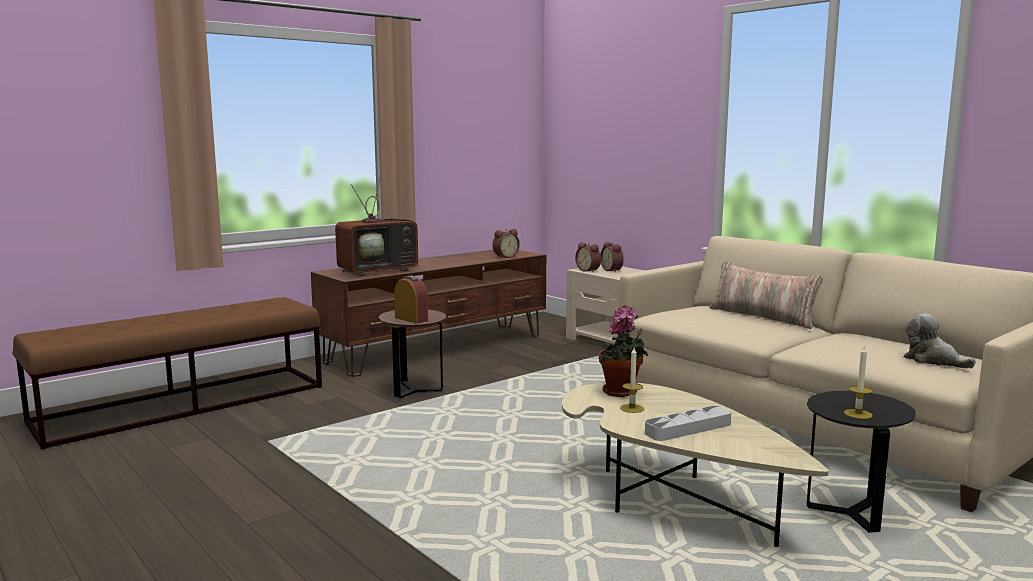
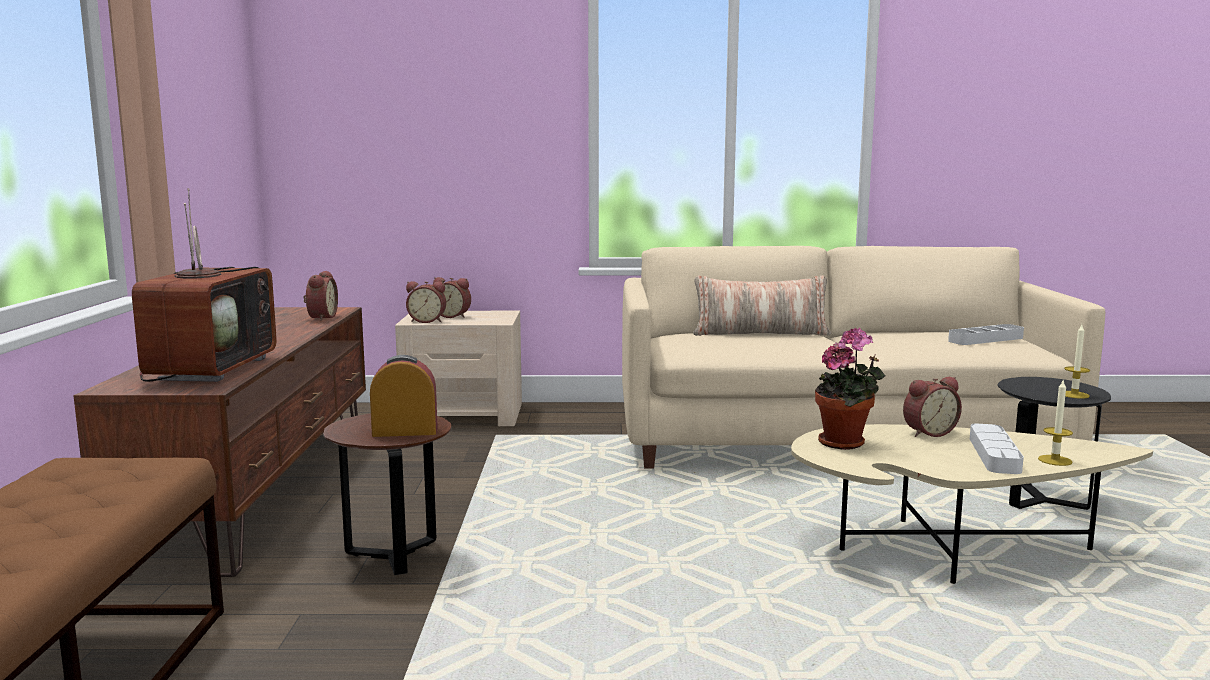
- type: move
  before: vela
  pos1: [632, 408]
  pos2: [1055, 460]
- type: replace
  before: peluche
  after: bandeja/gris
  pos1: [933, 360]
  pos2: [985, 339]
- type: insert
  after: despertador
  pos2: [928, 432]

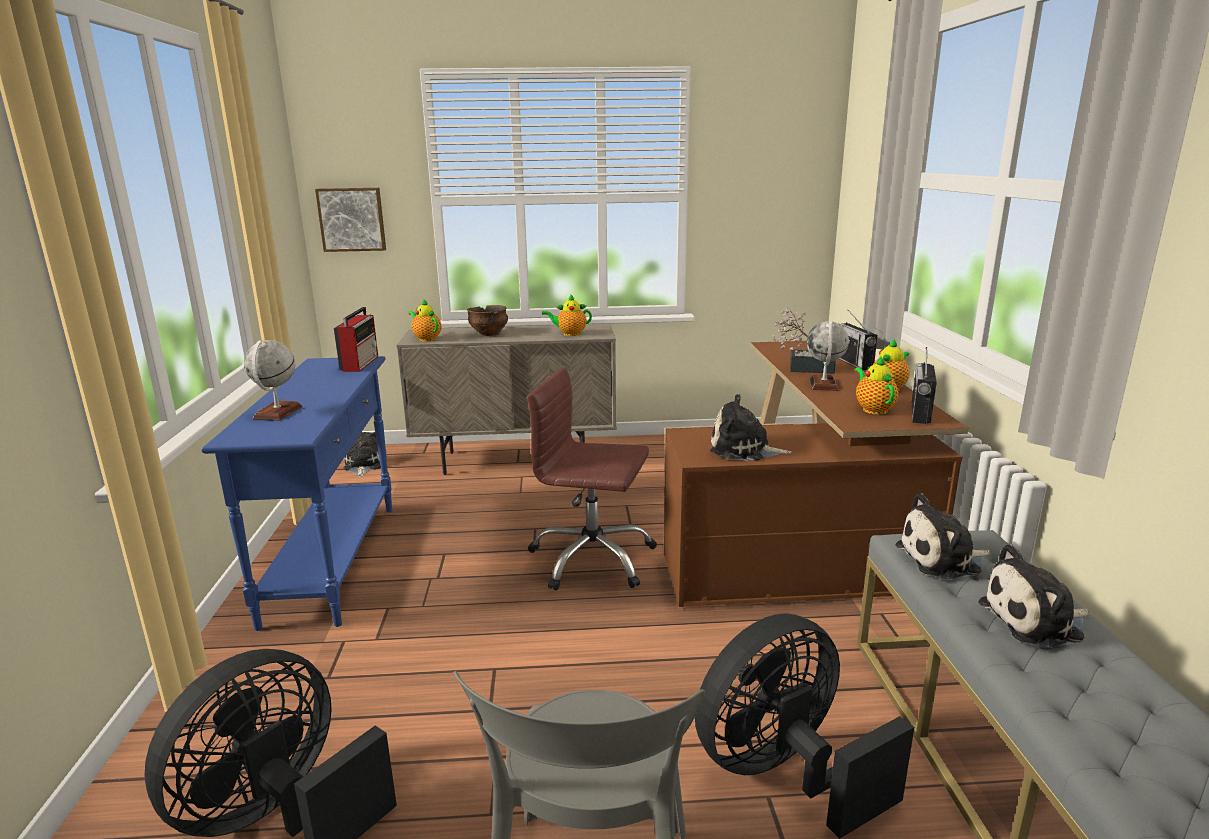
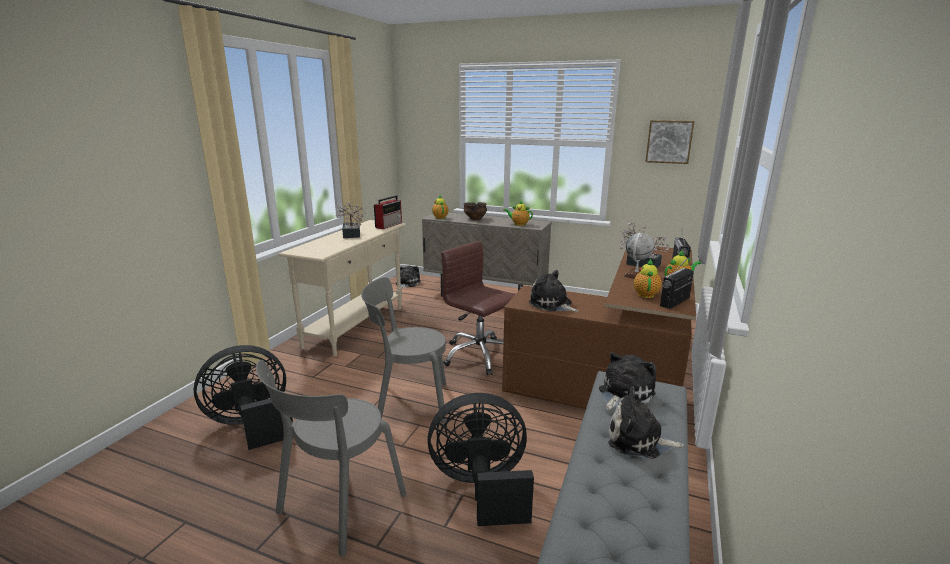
- type: recolor
  before: mesa consola/azul
  after: mesa consola/beis
  pos1: [334, 561]
  pos2: [356, 326]
- type: delete
  before: globo terráqueo
  pos1: [278, 413]
- type: move
  before: cuadro
  pos1: [352, 219]
  pos2: [669, 141]
- type: rotate
  before: peluche
  pos1: [942, 560]
  pos2: [623, 393]
  turn: 120
- type: insert
  after: planta en maceta
  pos2: [351, 235]
- type: insert
  after: silla/gris
  pos2: [408, 403]

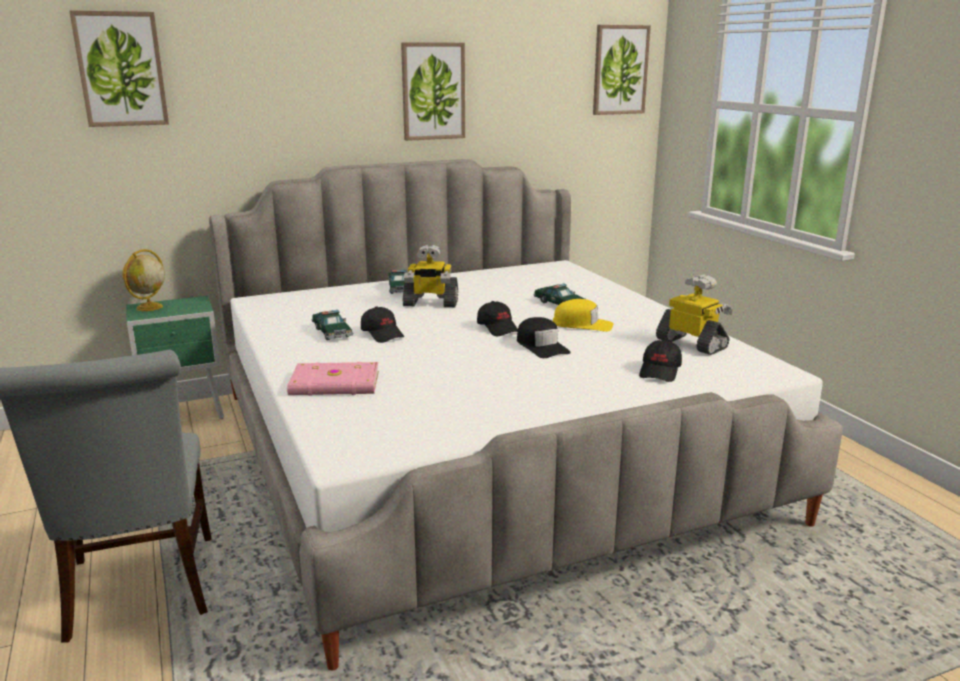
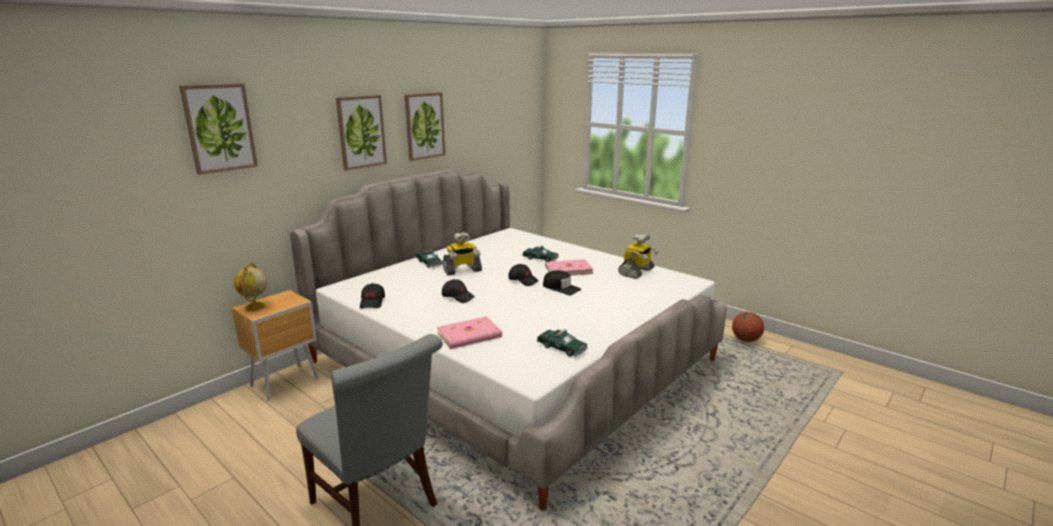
- type: recolor
  before: mesita de noche/verde
  after: mesita de noche/marrón
  pos1: [186, 415]
  pos2: [287, 382]
- type: move
  before: coche de juguete
  pos1: [332, 332]
  pos2: [561, 348]
- type: replace
  before: gorra/amarillo
  after: libro/rosa
  pos1: [583, 324]
  pos2: [568, 270]
- type: move
  before: cuadro
  pos1: [620, 70]
  pos2: [361, 132]
- type: move
  before: gorra/negro
  pos1: [660, 371]
  pos2: [372, 302]
- type: rotate
  before: robot de juguete
  pos1: [692, 344]
  pos2: [636, 272]
  turn: 105
- type: insert
  after: balón de baloncesto
  pos2: [745, 340]

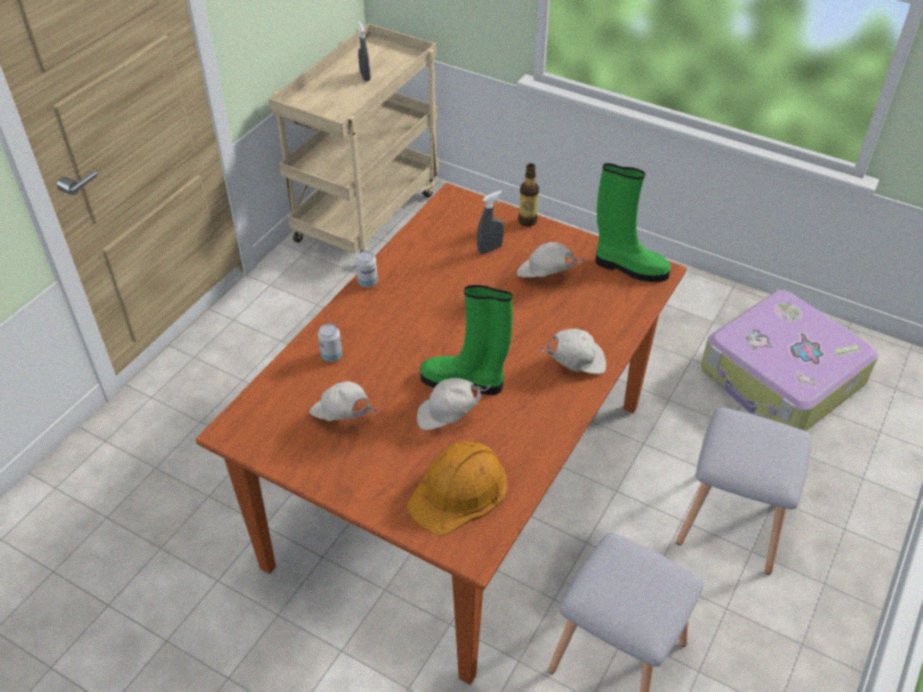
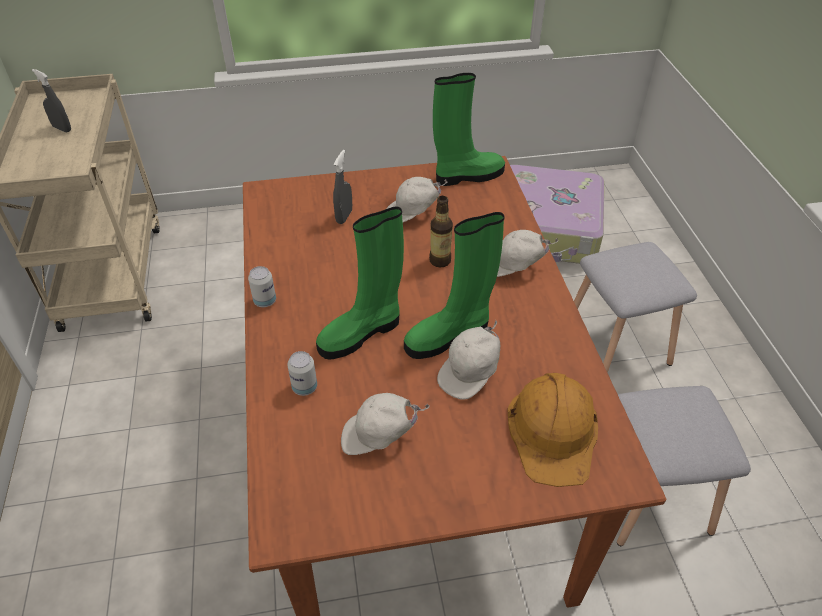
- type: move
  before: botella
  pos1: [527, 221]
  pos2: [440, 260]
- type: rotate
  before: gorra/blanco
  pos1: [575, 363]
  pos2: [514, 268]
  turn: -135
- type: insert
  after: bota/verde
  pos2: [362, 333]

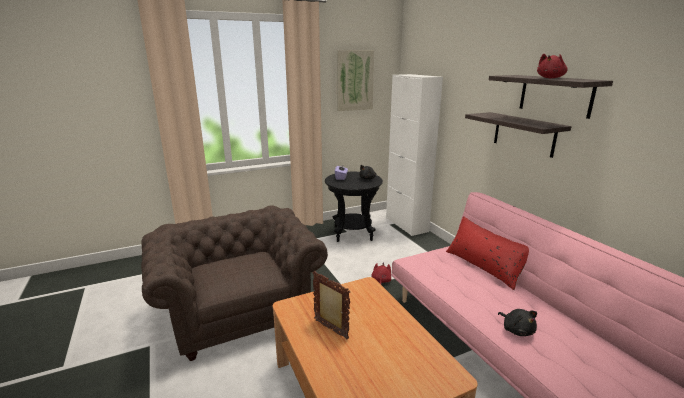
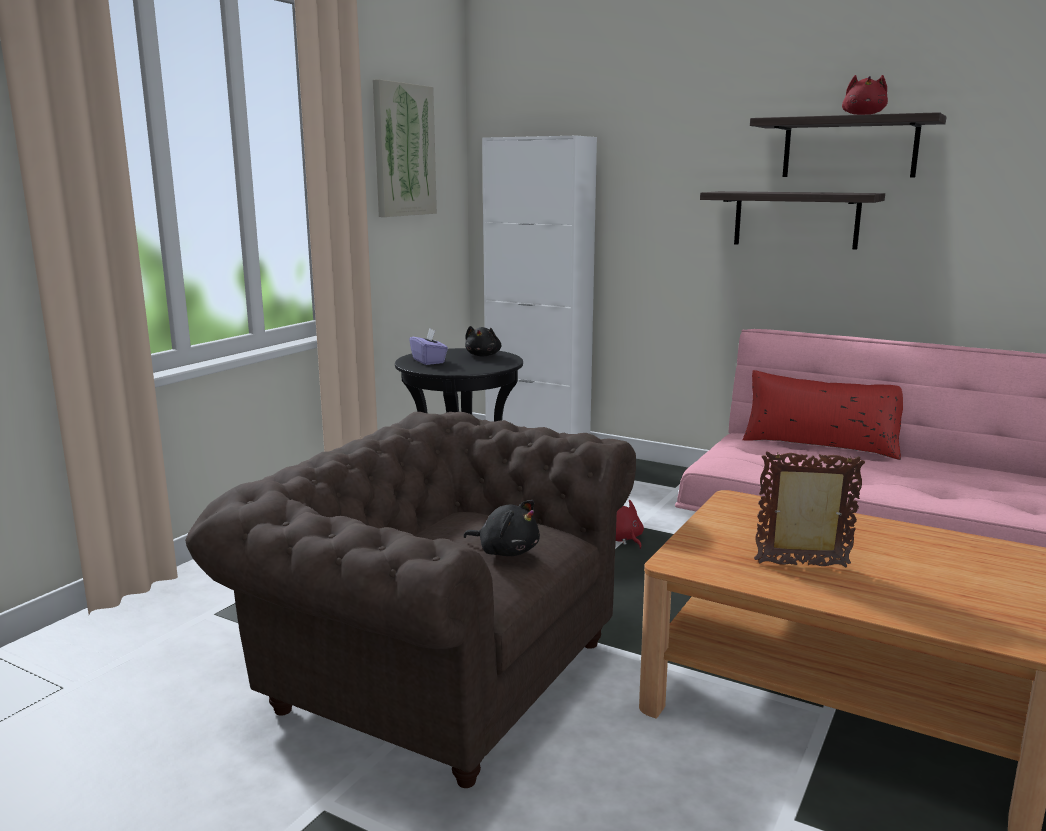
- type: move
  before: peluche/negro
  pos1: [517, 330]
  pos2: [506, 551]

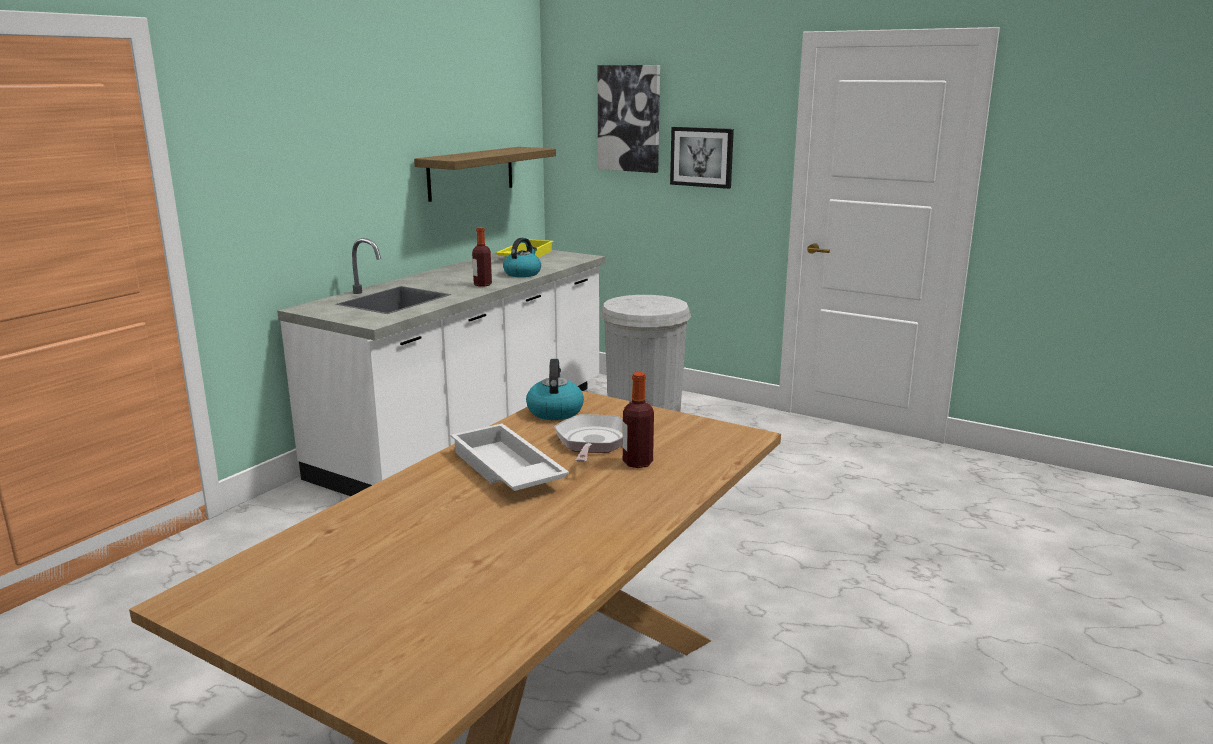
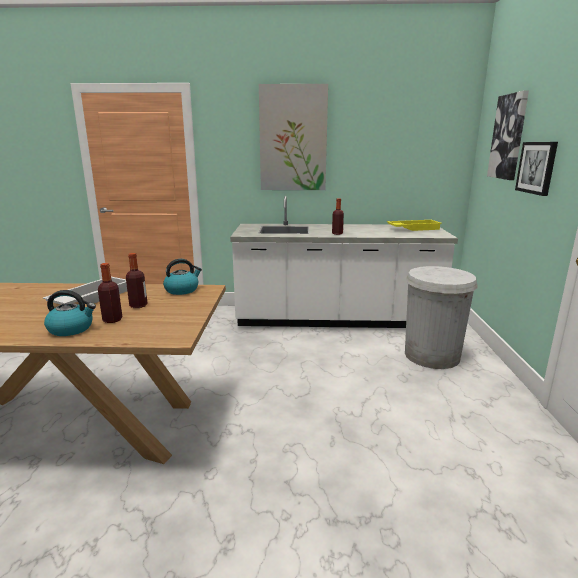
- type: delete
  before: estante
  pos1: [471, 173]
- type: move
  before: hervidor
  pos1: [522, 273]
  pos2: [71, 329]
- type: replace
  before: sartén
  after: botella
  pos1: [593, 443]
  pos2: [138, 305]
- type: insert
  after: cuadro
  pos2: [293, 139]

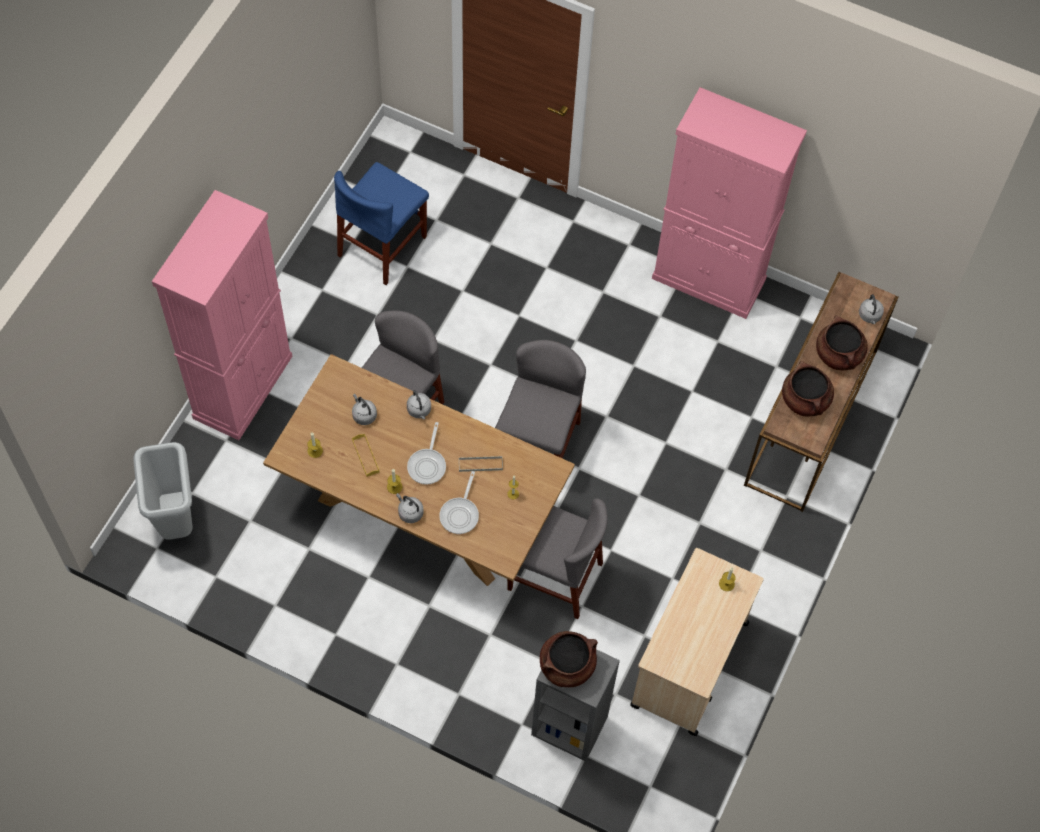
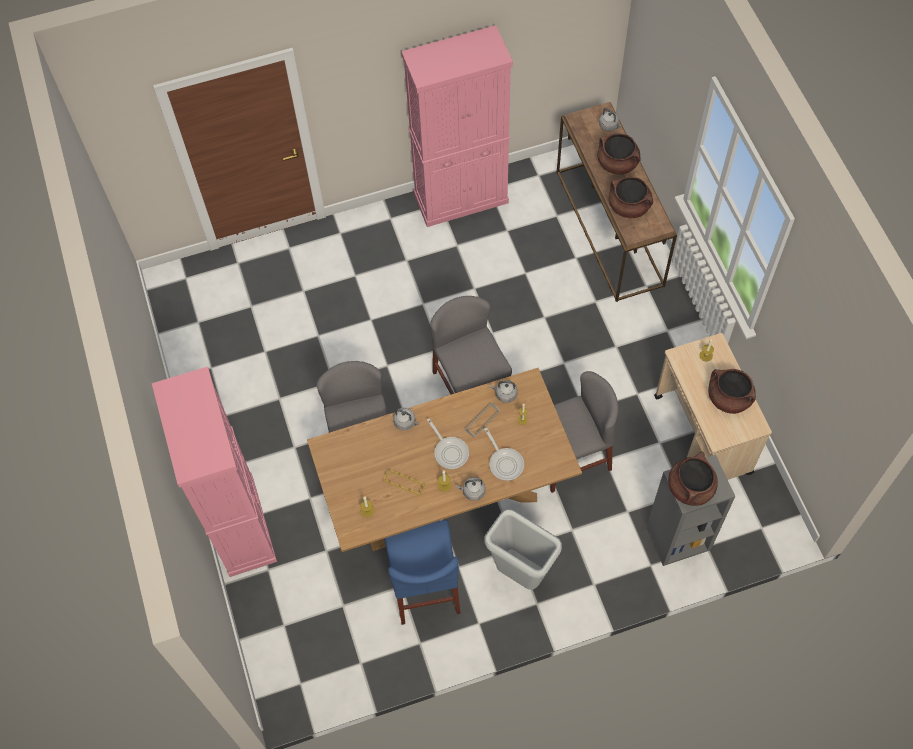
- type: move
  before: papelera/gris
  pos1: [176, 521]
  pos2: [519, 574]
- type: move
  before: silla/azul
  pos1: [382, 246]
  pos2: [425, 586]
- type: move
  before: hervidor/gris
  pos1: [363, 415]
  pos2: [505, 394]
- type: insert
  after: olla/marrón
  pos2: [728, 398]

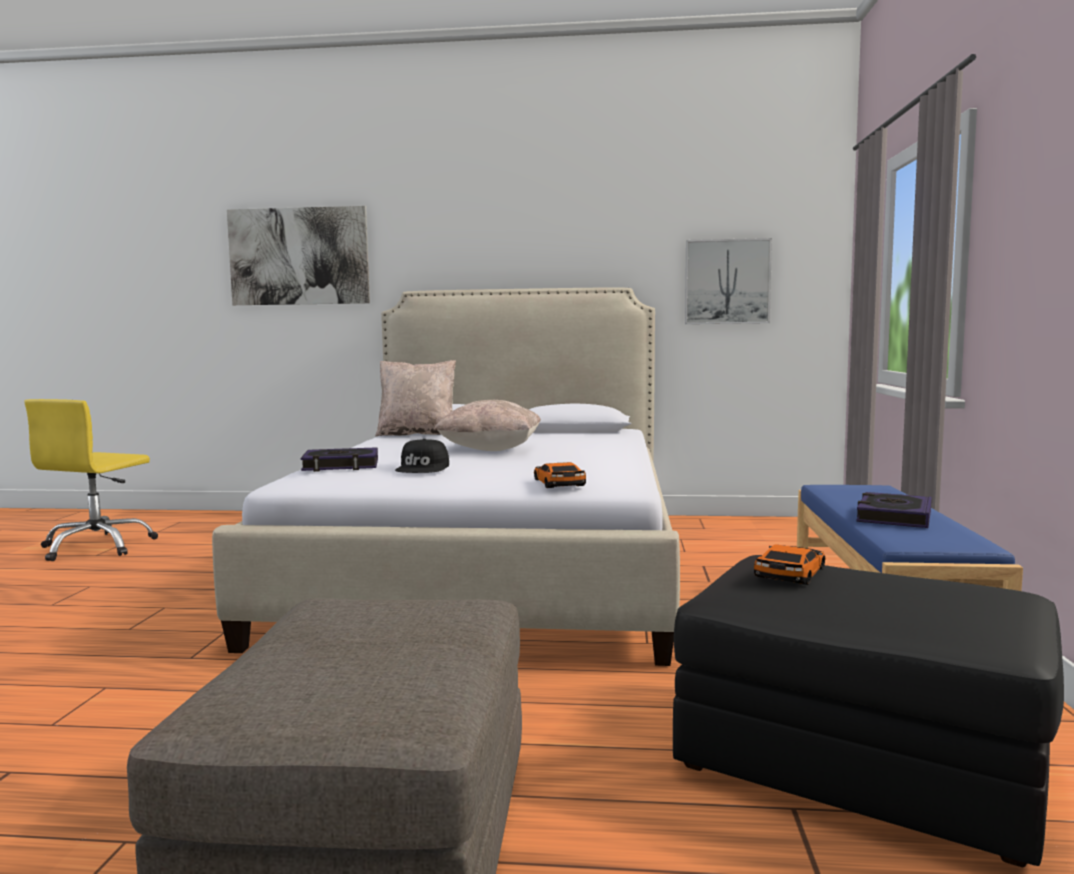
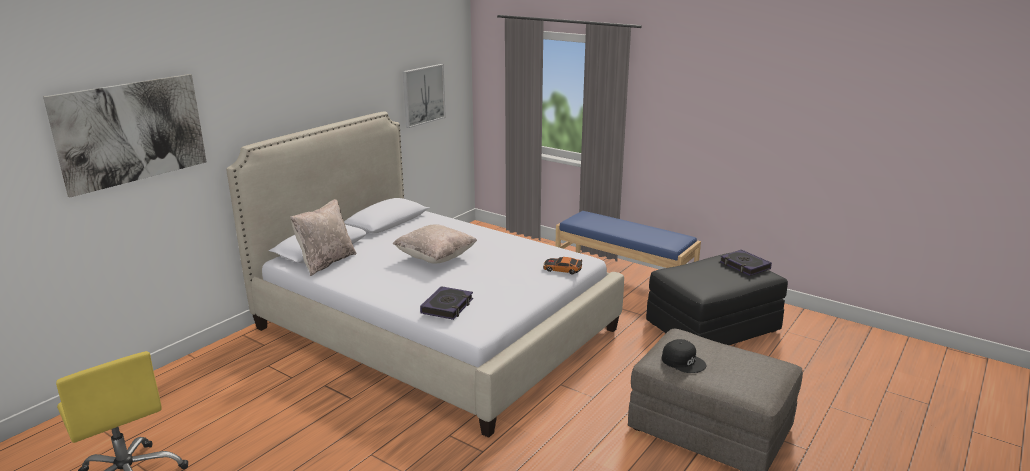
- type: move
  before: gorra/negro
  pos1: [423, 468]
  pos2: [683, 361]
- type: delete
  before: coche de juguete
  pos1: [790, 573]
- type: move
  before: libro
  pos1: [893, 517]
  pos2: [744, 266]

